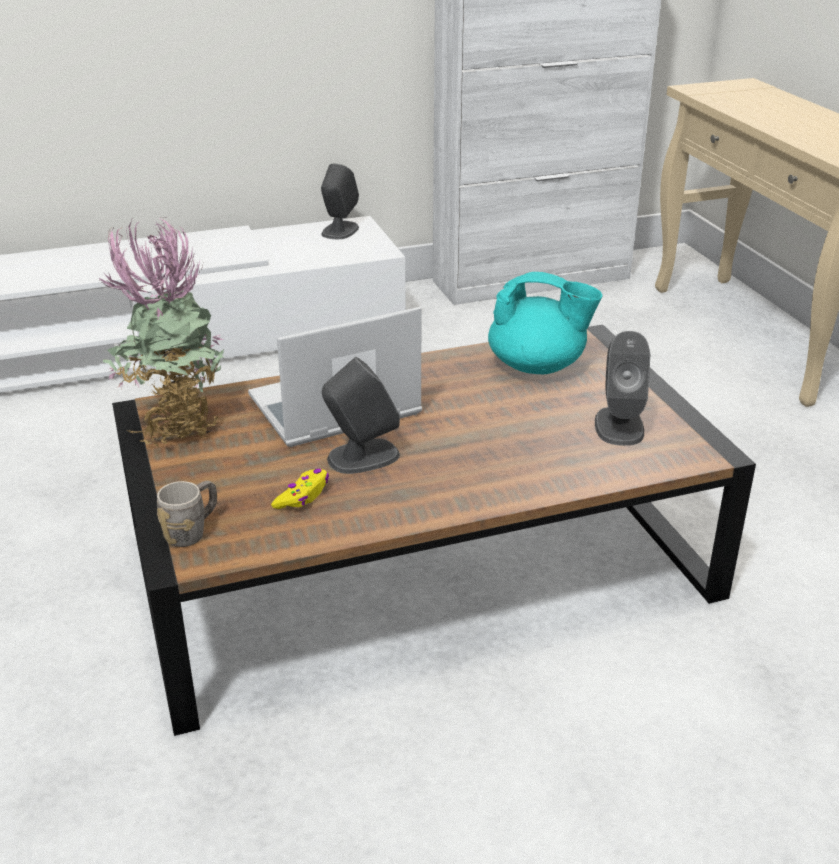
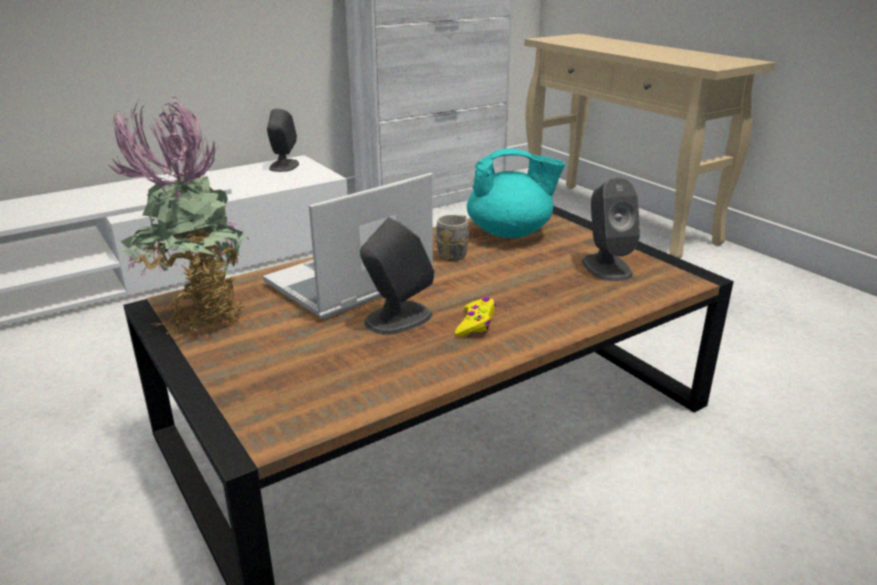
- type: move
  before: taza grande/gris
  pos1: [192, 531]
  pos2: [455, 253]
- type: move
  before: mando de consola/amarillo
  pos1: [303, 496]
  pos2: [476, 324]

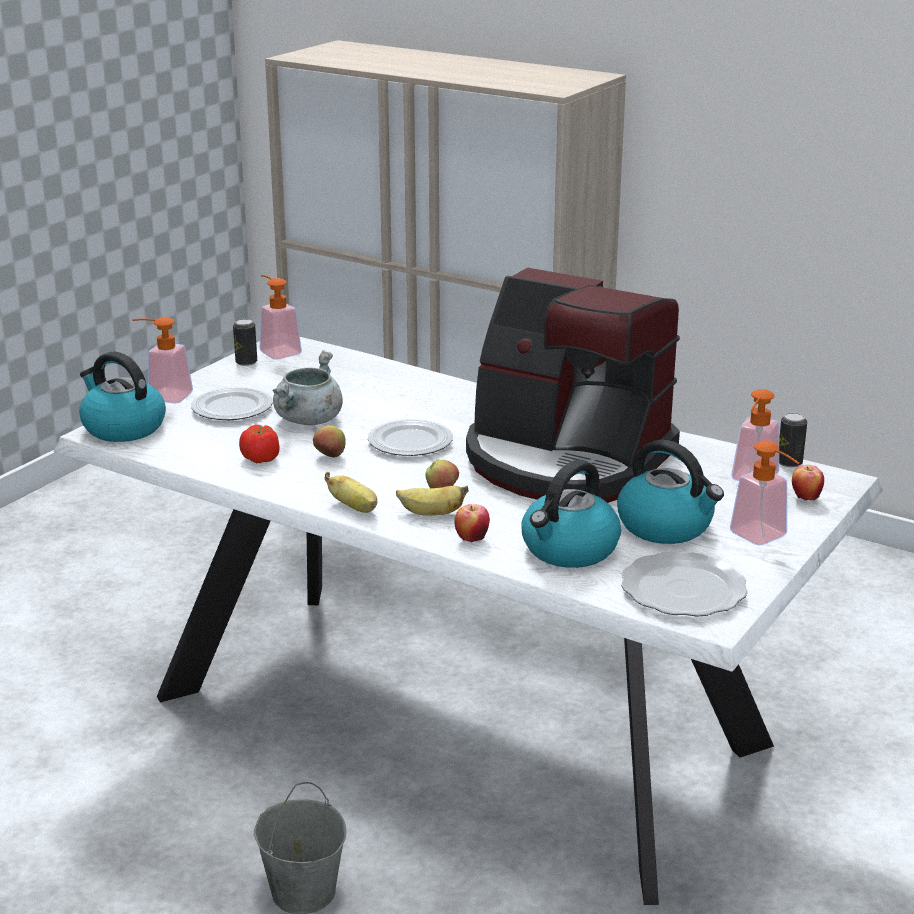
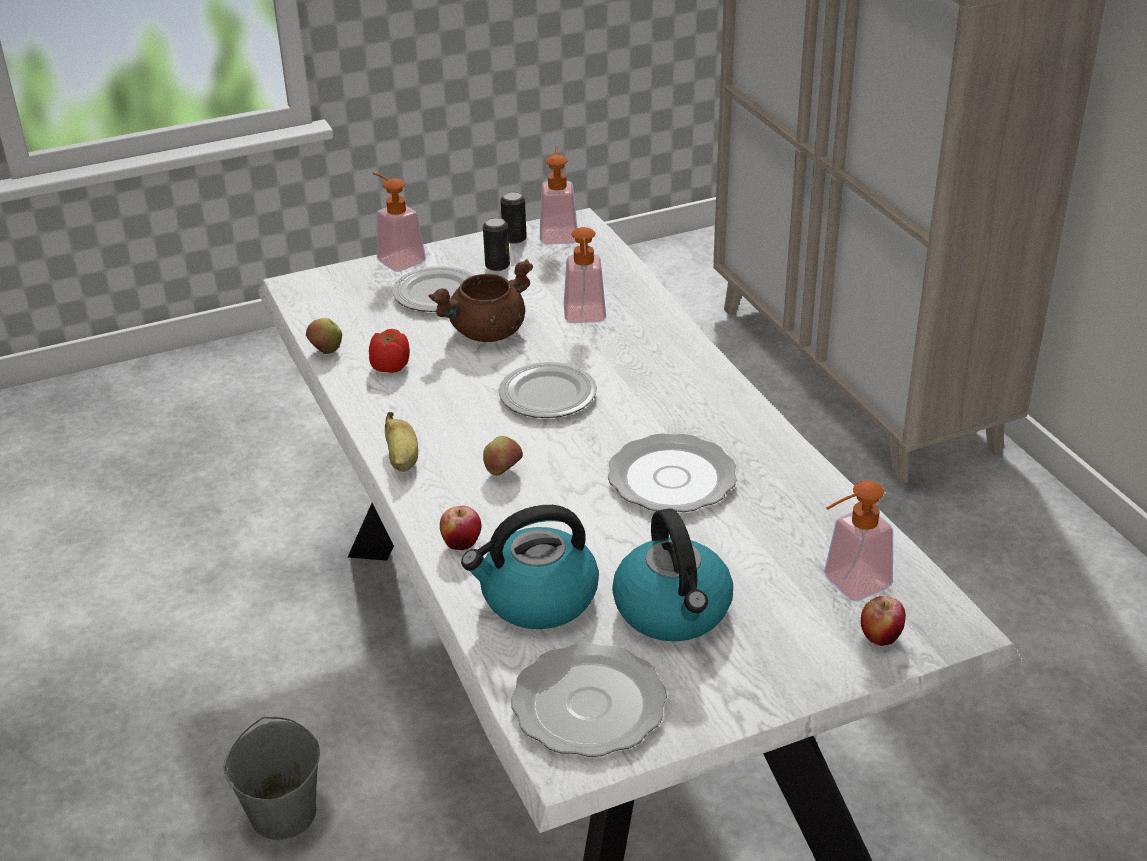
- type: delete
  before: hervidor
  pos1: [122, 428]
- type: recolor
  before: olla/gris
  after: olla/marrón
  pos1: [309, 420]
  pos2: [487, 333]
- type: move
  before: manzana
  pos1: [330, 457]
  pos2: [326, 351]
- type: delete
  before: plátano
  pos1: [431, 514]
- type: replace
  before: cafetera
  after: plato
  pos1: [566, 461]
  pos2: [674, 478]
- type: move
  before: dispensador de jabón
  pos1: [765, 538]
  pos2: [585, 319]
- type: move
  before: lata
  pos1: [789, 462]
  pos2: [497, 266]

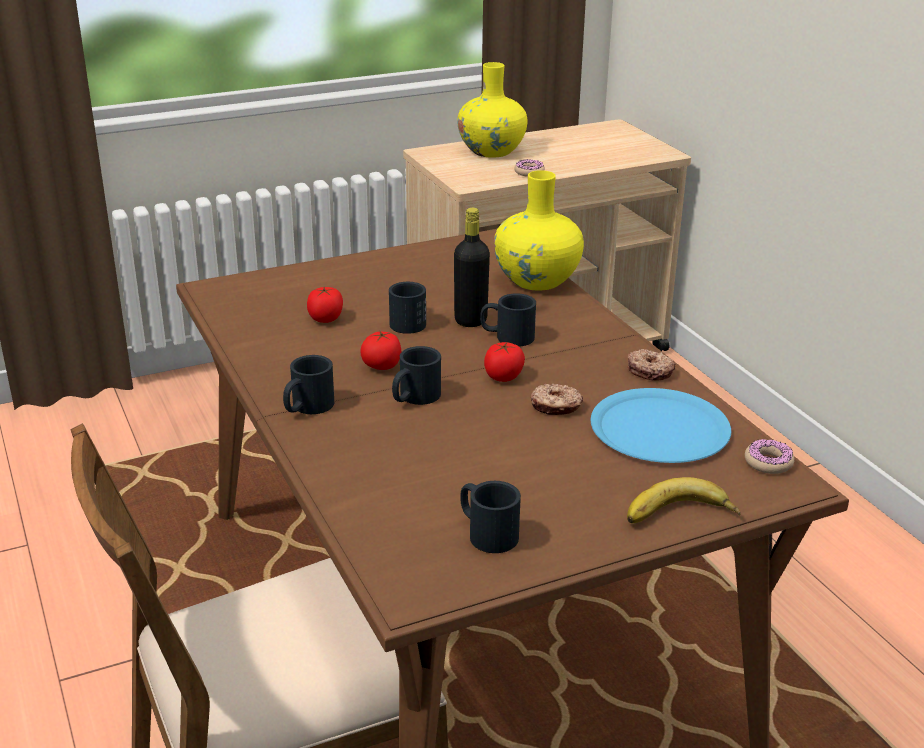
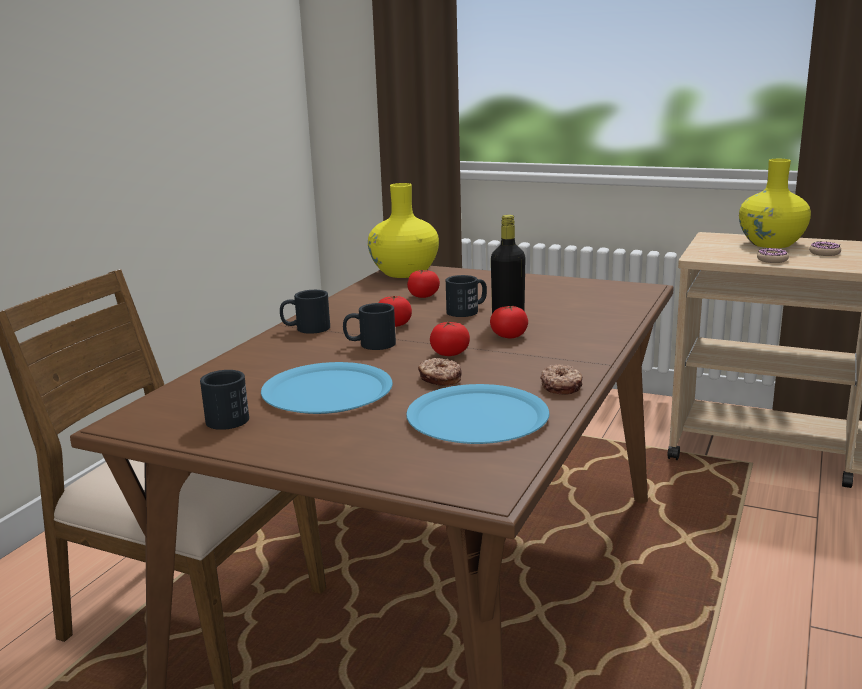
- type: replace
  before: taza grande/negro
  after: tomate
  pos1: [507, 337]
  pos2: [509, 336]
- type: move
  before: florero/amarillo
  pos1: [537, 280]
  pos2: [404, 273]
- type: delete
  before: plátano
  pos1: [680, 517]
- type: move
  before: rosquilla
  pos1: [768, 462]
  pos2: [824, 253]
- type: insert
  after: plato/azul
  pos2: [327, 391]

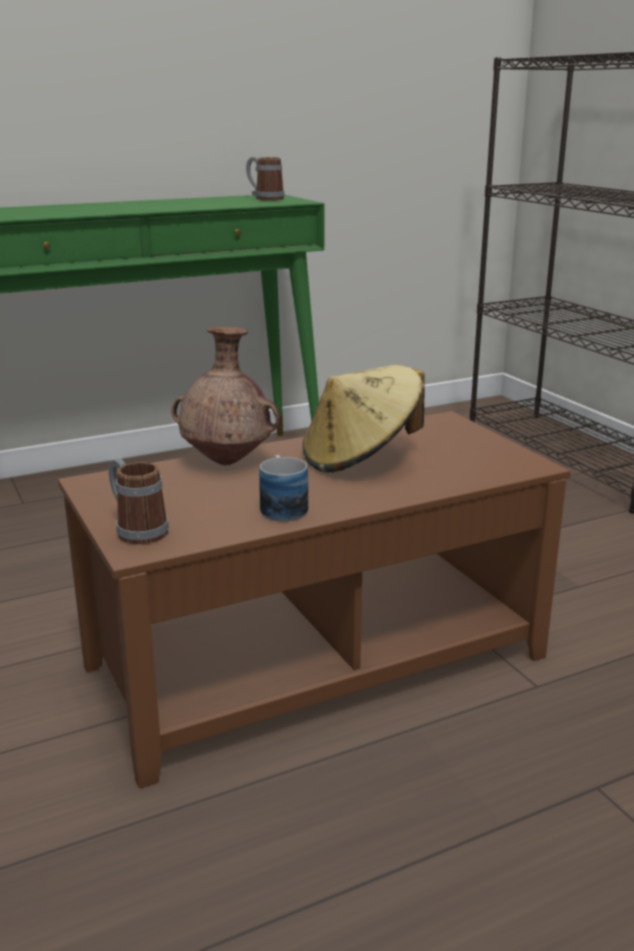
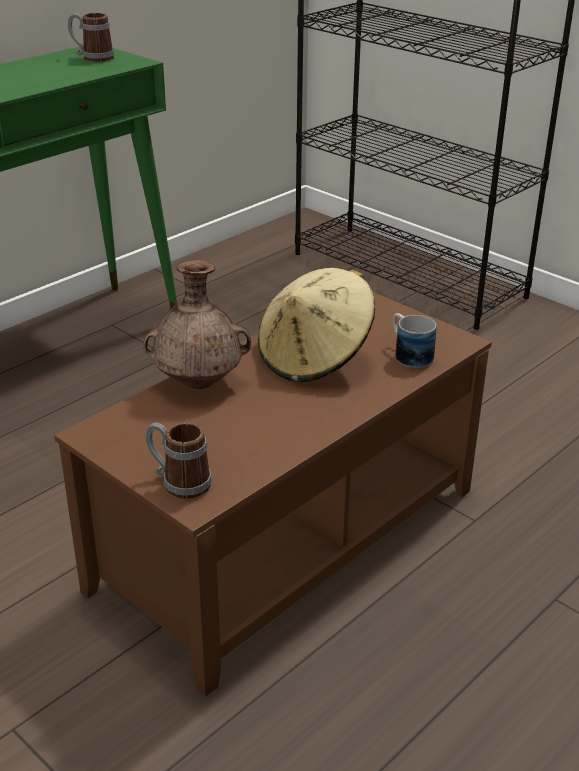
- type: move
  before: taza grande
  pos1: [282, 507]
  pos2: [408, 354]

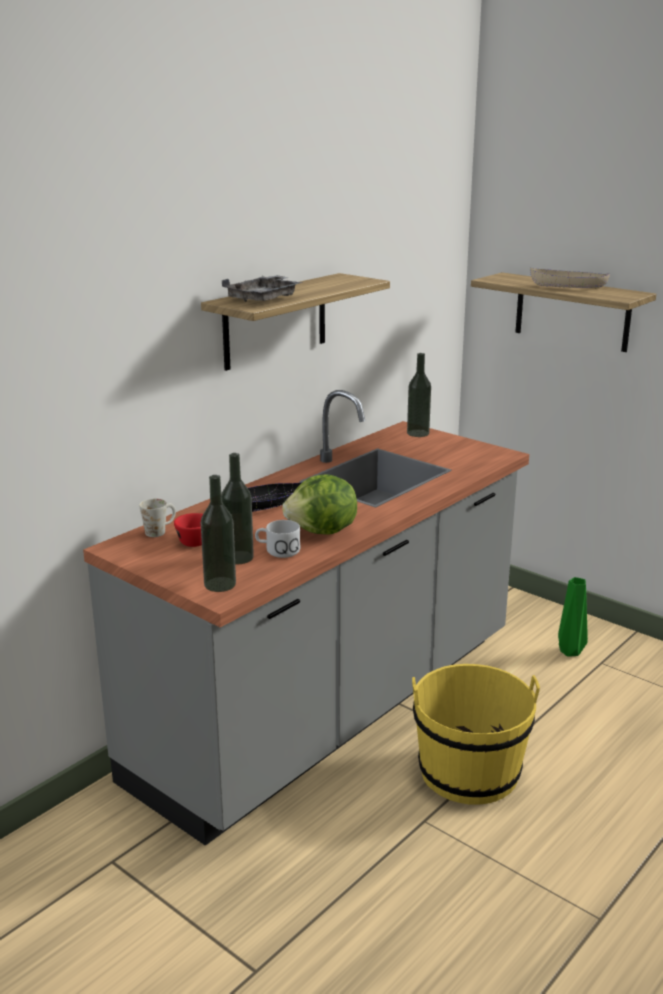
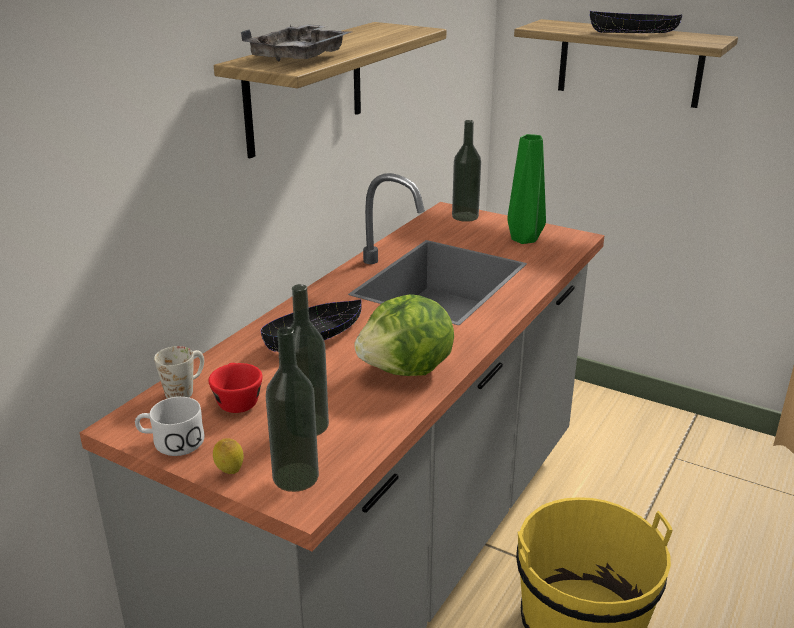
- type: move
  before: taza grande/blanco
  pos1: [277, 550]
  pos2: [170, 442]
- type: recolor
  before: cuenco/beis
  after: cuenco/negro
  pos1: [568, 287]
  pos2: [633, 32]
- type: move
  before: florero/verde
  pos1: [570, 652]
  pos2: [524, 240]
- type: insert
  after: limón
  pos2: [230, 472]

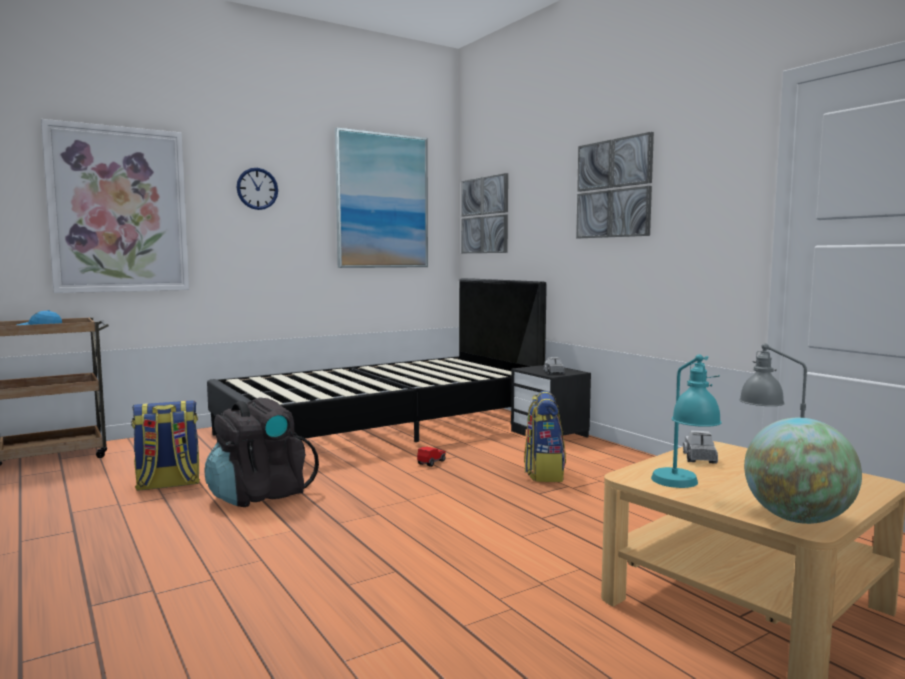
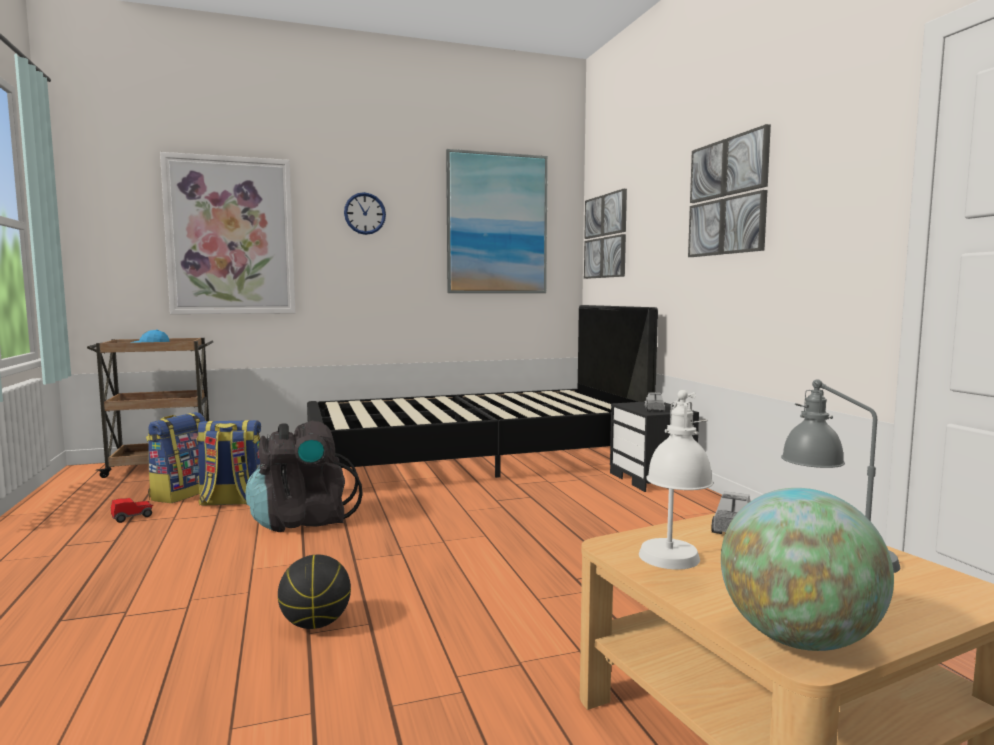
- type: move
  before: coche de juguete
  pos1: [431, 462]
  pos2: [132, 517]
- type: move
  before: mochila
  pos1: [544, 473]
  pos2: [181, 494]
- type: recolor
  before: lámpara de mesa/turquesa
  after: lámpara de mesa/blanco
  pos1: [684, 487]
  pos2: [673, 568]
- type: insert
  after: balón de baloncesto
  pos2: [316, 624]

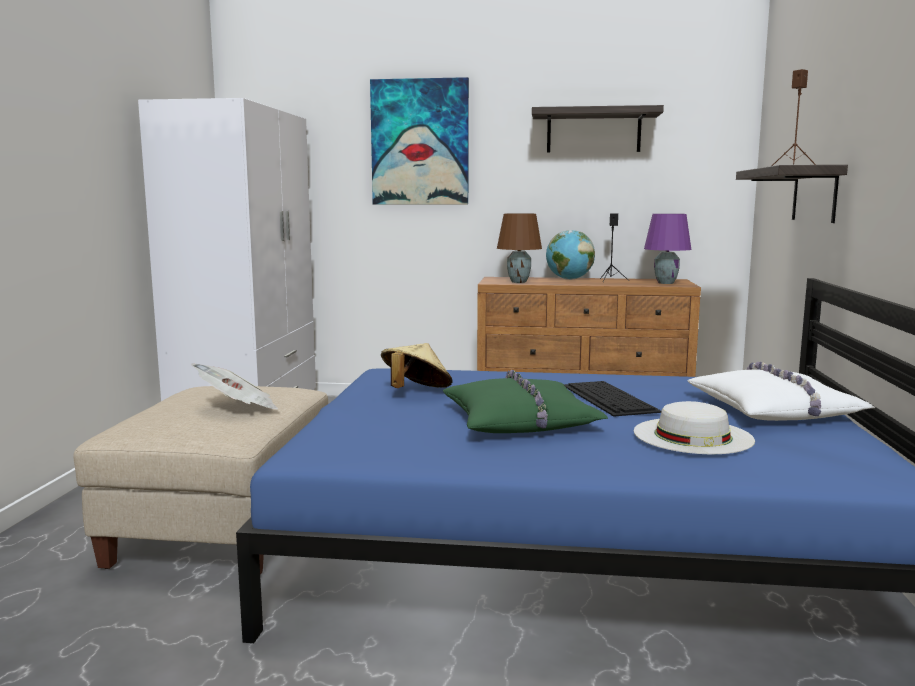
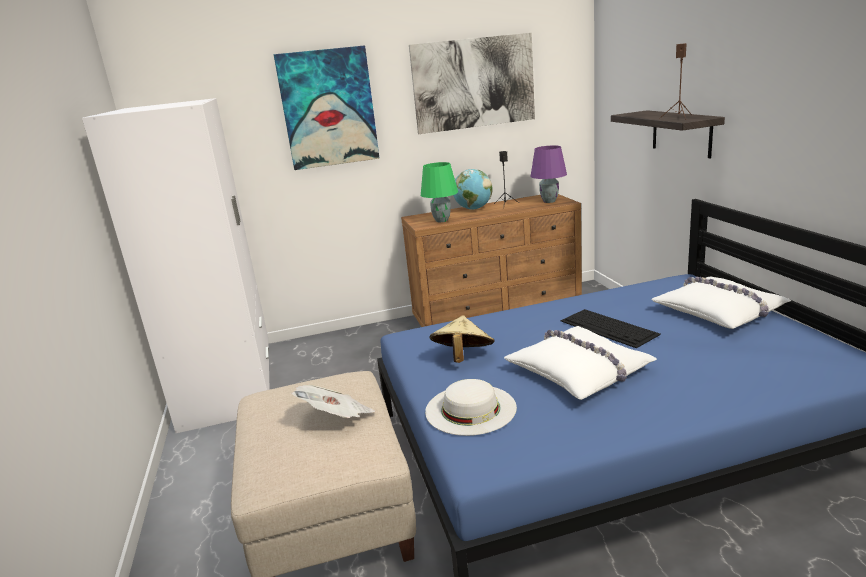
- type: recolor
  before: cojín/verde
  after: cojín/blanco
  pos1: [520, 421]
  pos2: [579, 371]
- type: recolor
  before: lámpara de mesa/marrón
  after: lámpara de mesa/verde
  pos1: [518, 282]
  pos2: [441, 220]
- type: replace
  before: estante
  after: cuadro
  pos1: [593, 131]
  pos2: [474, 83]
- type: move
  before: sombrero/blanco
  pos1: [693, 435]
  pos2: [470, 409]

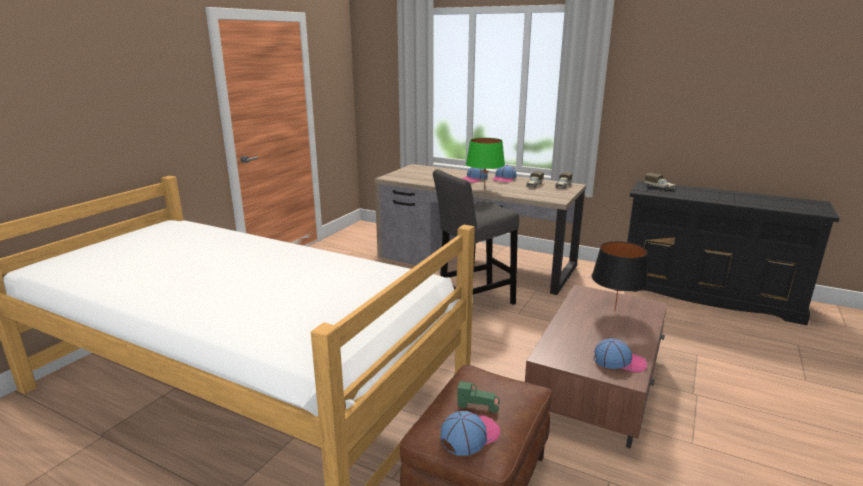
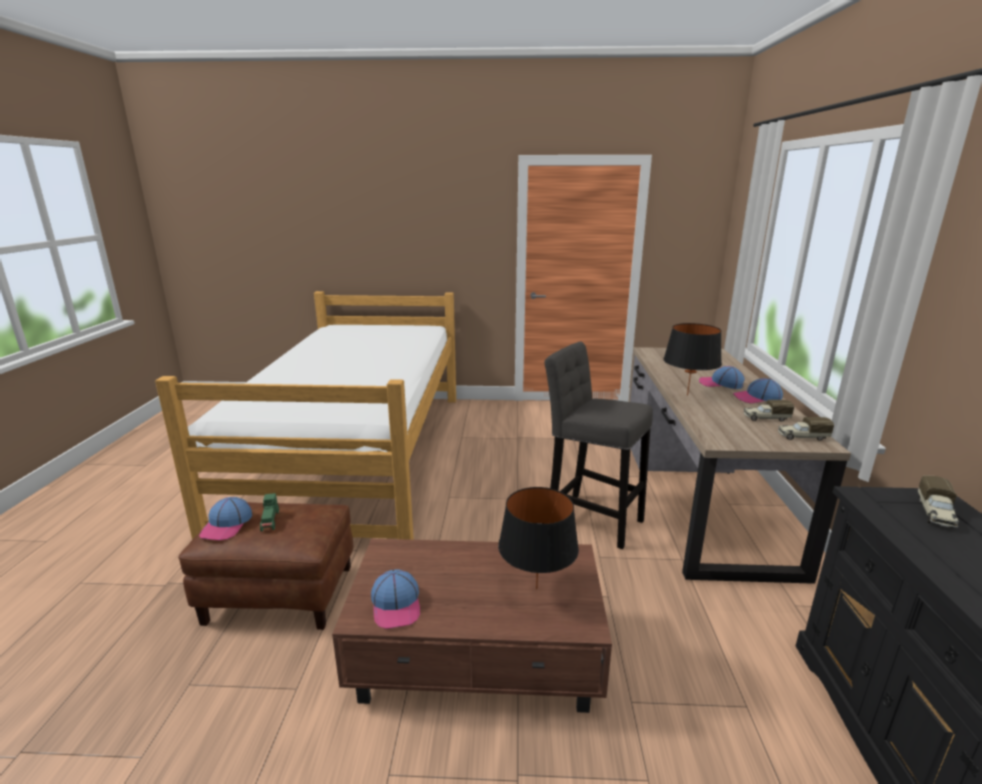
- type: rotate
  before: gorra
  pos1: [469, 435]
  pos2: [227, 525]
  turn: 75
- type: recolor
  before: lámpara de mesa/verde
  after: lámpara de mesa/negro
  pos1: [484, 189]
  pos2: [687, 395]

